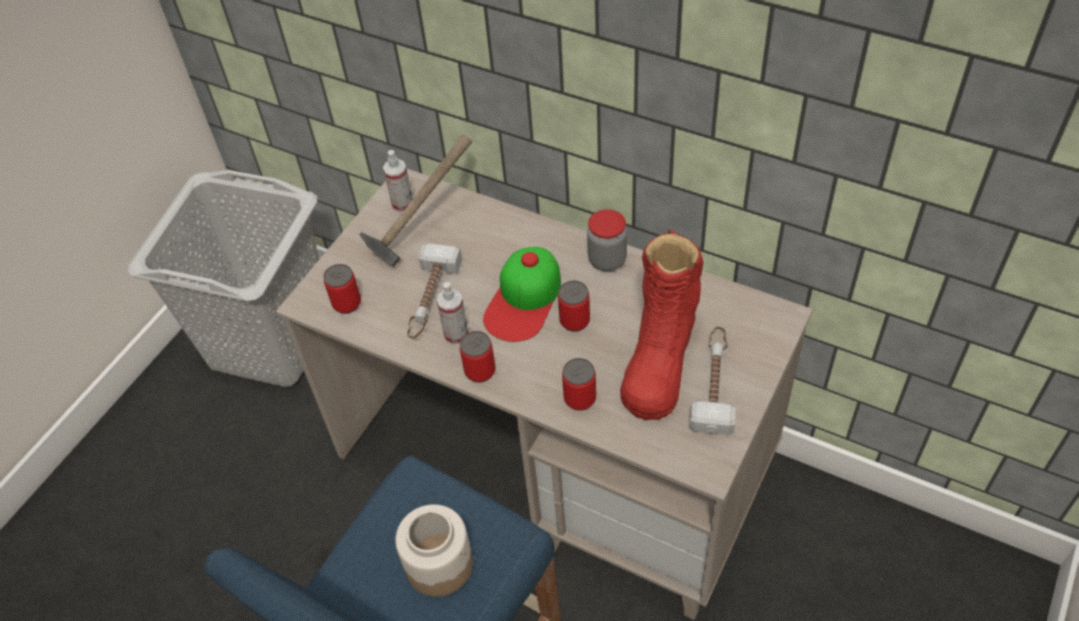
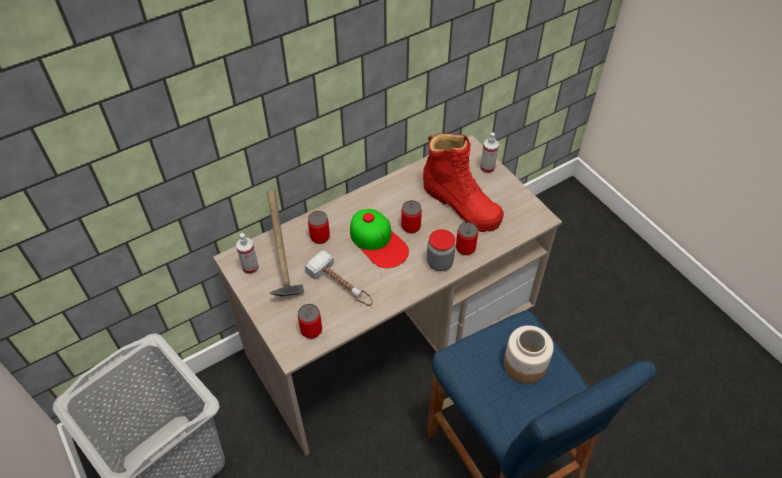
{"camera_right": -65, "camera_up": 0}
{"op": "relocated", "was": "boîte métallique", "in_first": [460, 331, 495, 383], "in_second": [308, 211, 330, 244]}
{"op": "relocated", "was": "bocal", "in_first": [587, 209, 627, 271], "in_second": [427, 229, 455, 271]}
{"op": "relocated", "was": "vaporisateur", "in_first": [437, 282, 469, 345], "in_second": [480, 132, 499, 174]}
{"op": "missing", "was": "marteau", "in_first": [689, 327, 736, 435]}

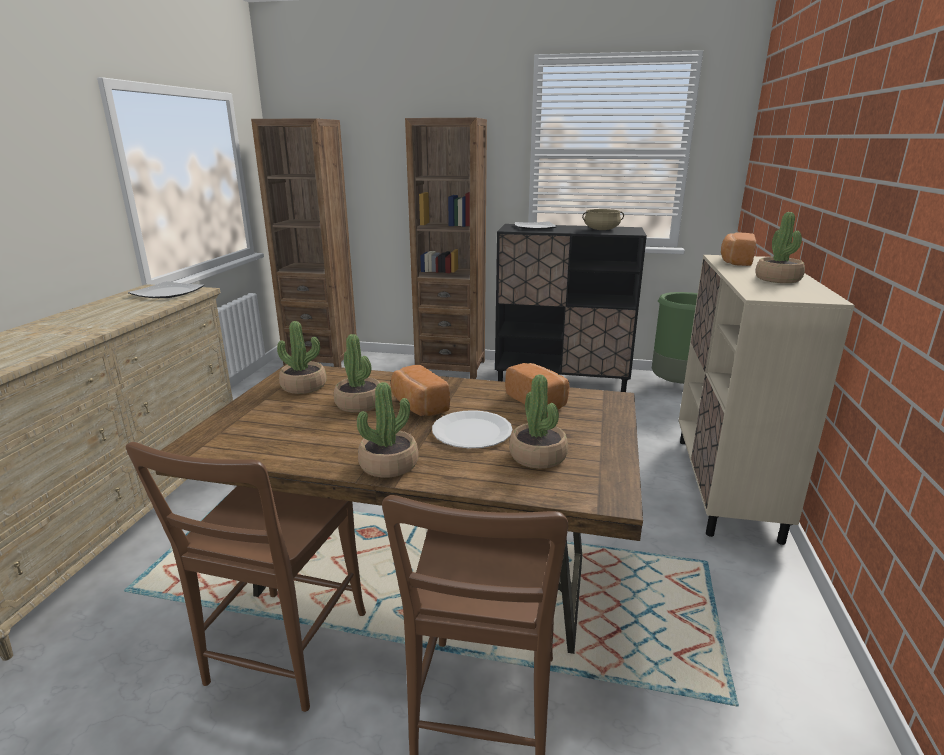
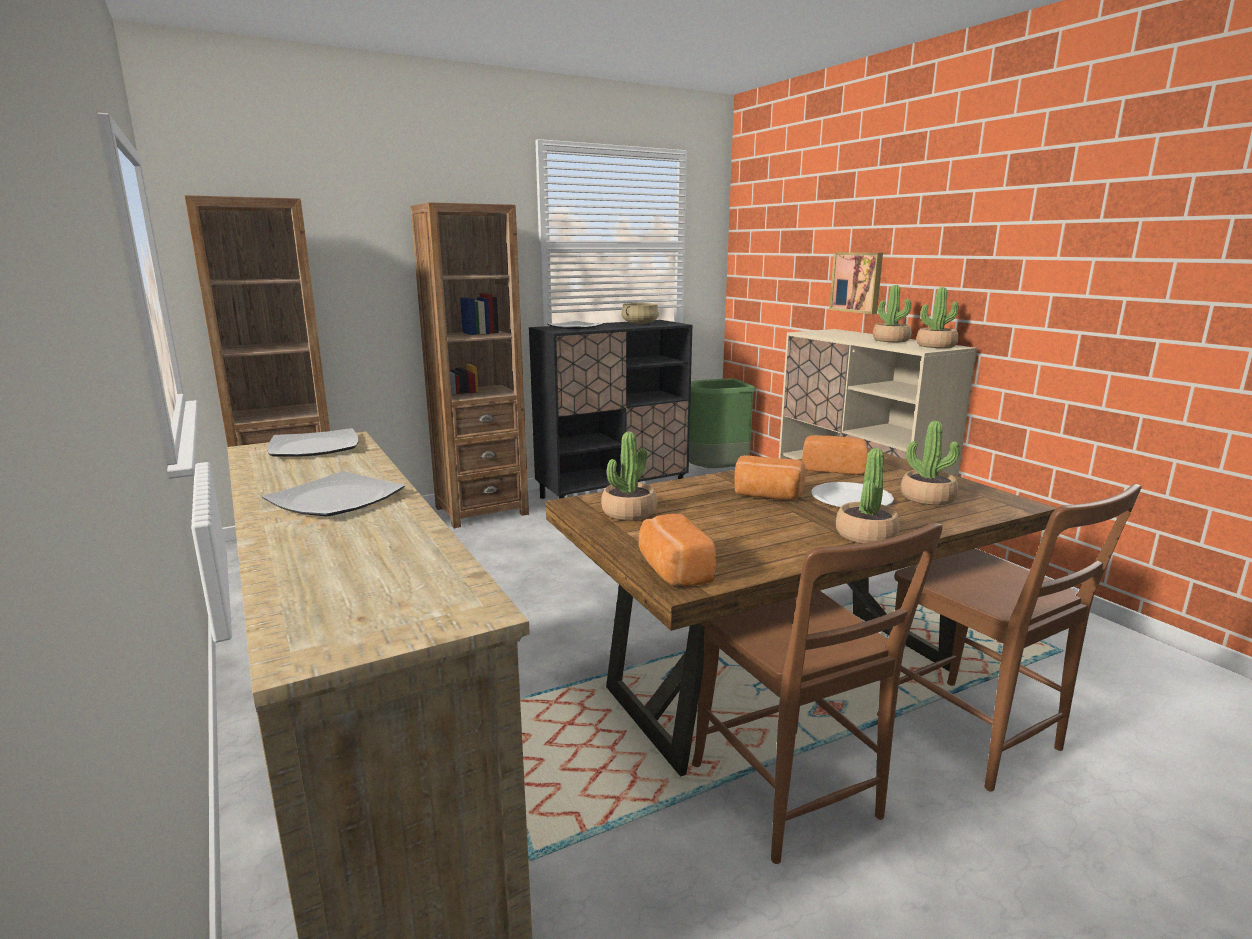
{"camera_right": -40, "camera_up": -5}
{"op": "appeared", "now": "assiette", "in_second": [262, 471, 405, 516]}
{"op": "relocated", "was": "pain", "in_first": [721, 232, 756, 266], "in_second": [639, 514, 716, 586]}
{"op": "appeared", "now": "tableau", "in_second": [829, 252, 883, 314]}
{"op": "relocated", "was": "plante en pot", "in_first": [334, 334, 380, 413], "in_second": [916, 287, 959, 348]}

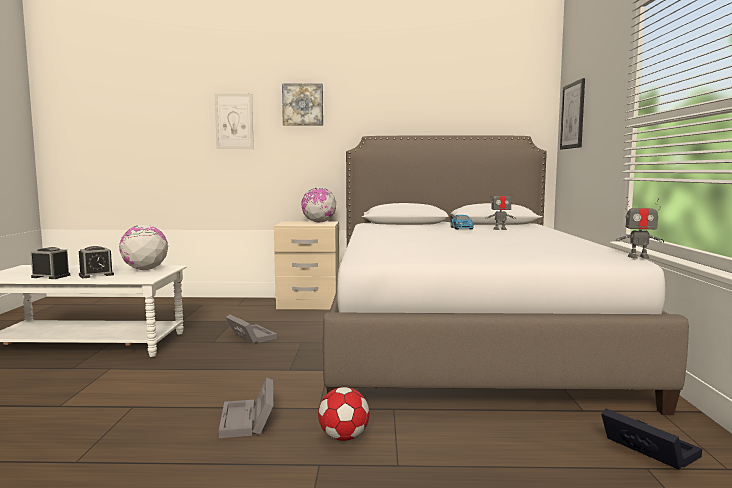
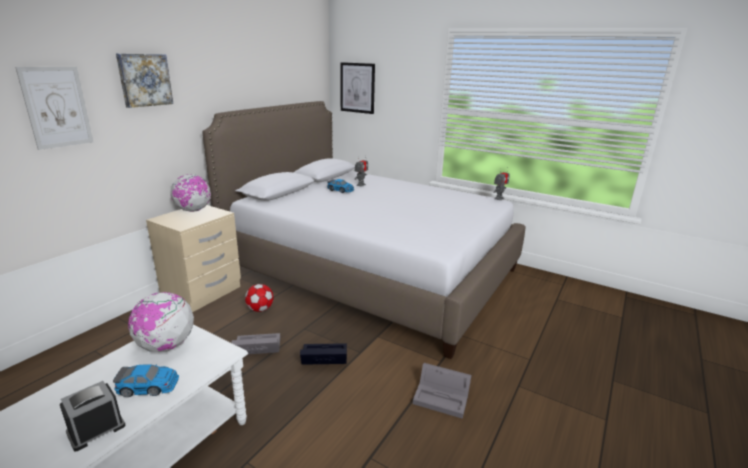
{"camera_right": -60, "camera_up": 15}
{"op": "exchanged", "was": "réveil", "now": "petite voiture", "in_first": [79, 246, 114, 278], "in_second": [113, 364, 179, 397]}
{"op": "relocated", "was": "ballon de foot", "in_first": [318, 387, 369, 441], "in_second": [245, 284, 274, 312]}
{"op": "relocated", "was": "boîte de rangement [noir]", "in_first": [601, 409, 702, 470], "in_second": [300, 343, 347, 365]}

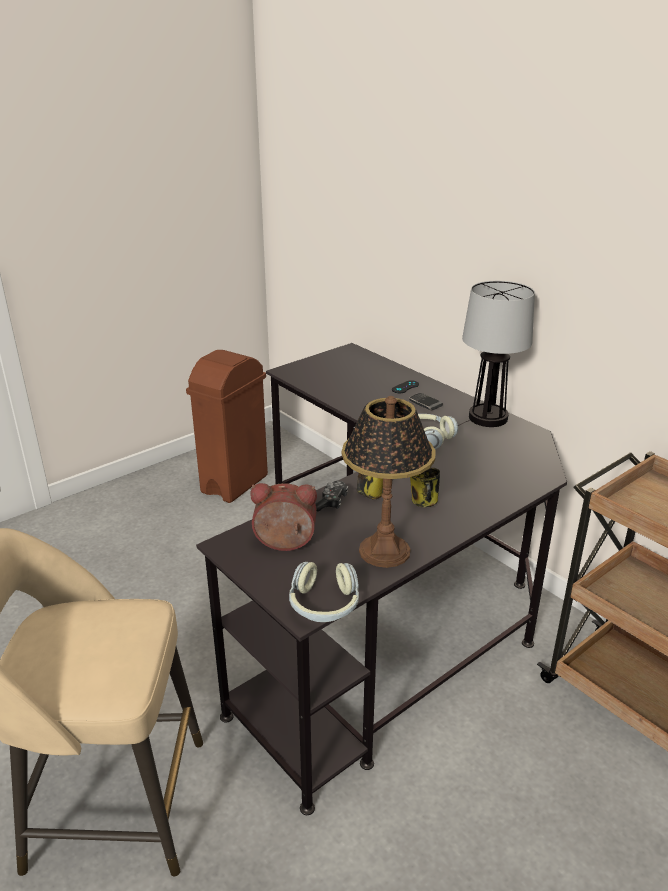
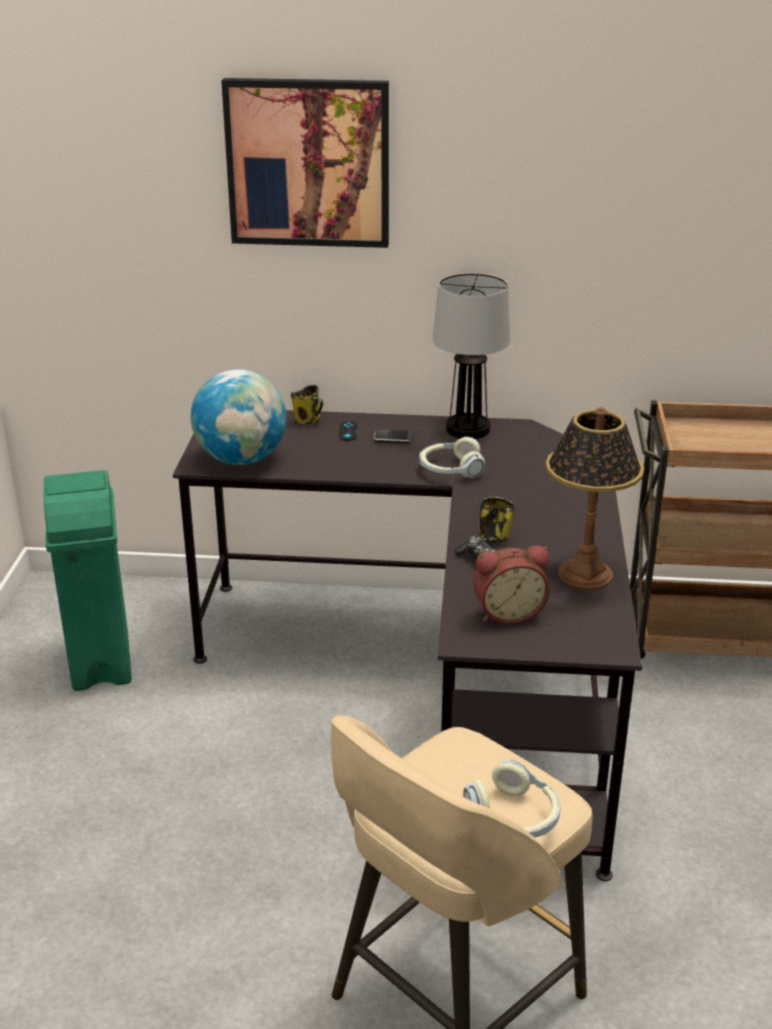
{"camera_right": -45, "camera_up": 0}
{"op": "colour", "was": "poubelle [marron]", "now": "poubelle [vert]", "in_first": [186, 350, 268, 503], "in_second": [43, 470, 132, 691]}
{"op": "appeared", "now": "globe", "in_second": [191, 369, 287, 465]}
{"op": "appeared", "now": "tableau", "in_second": [221, 78, 389, 248]}
{"op": "relocated", "was": "mug", "in_first": [410, 468, 440, 507], "in_second": [291, 385, 323, 425]}
{"op": "relocated", "was": "casque audio", "in_first": [289, 562, 359, 622], "in_second": [463, 760, 561, 837]}
{"op": "spun", "was": "réveil", "in_first": [251, 483, 317, 551], "in_second": [473, 546, 550, 625], "clockwise": -150}

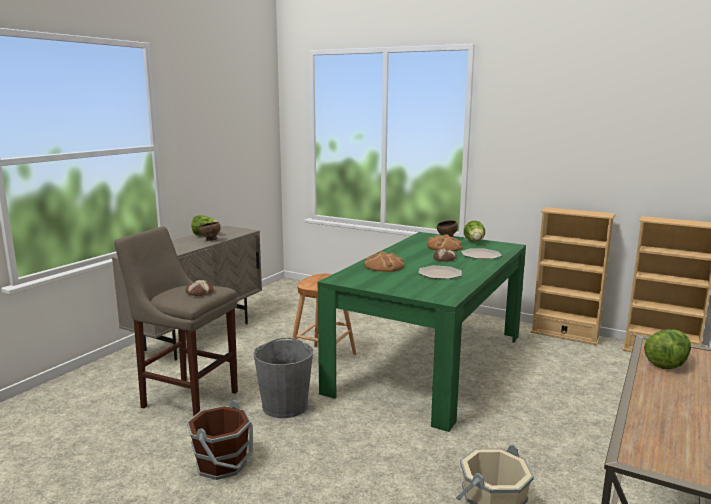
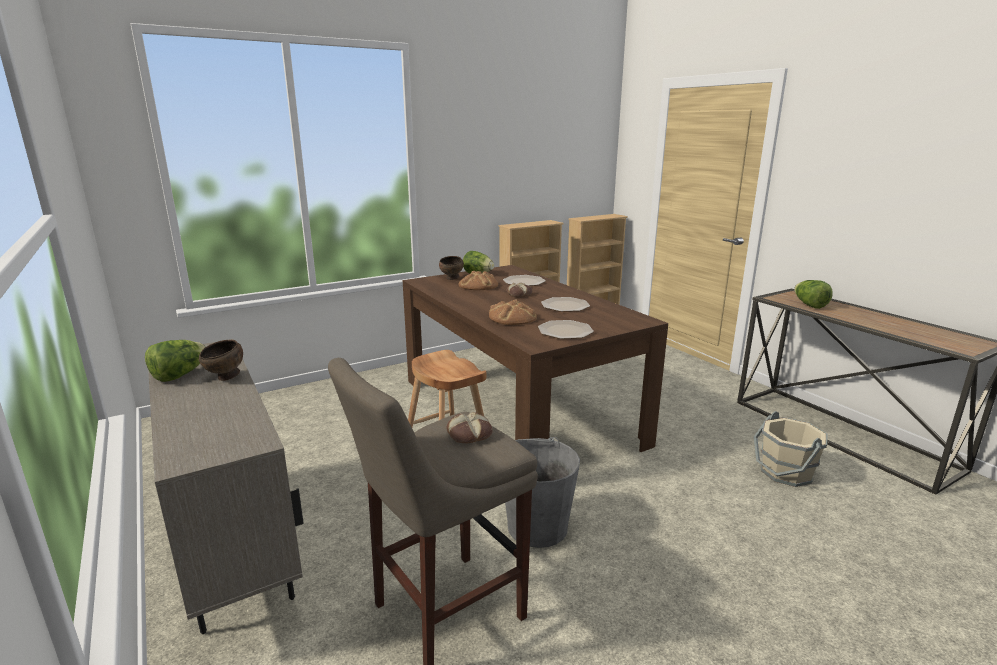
{"camera_right": -60, "camera_up": 5}
{"op": "colour", "was": "table à manger [vert]", "now": "table à manger [marron]", "in_first": [318, 232, 526, 432], "in_second": [403, 265, 668, 452]}
{"op": "appeared", "now": "assiette", "in_second": [538, 320, 594, 339]}
{"op": "missing", "was": "seau [marron]", "in_first": [187, 400, 253, 480]}

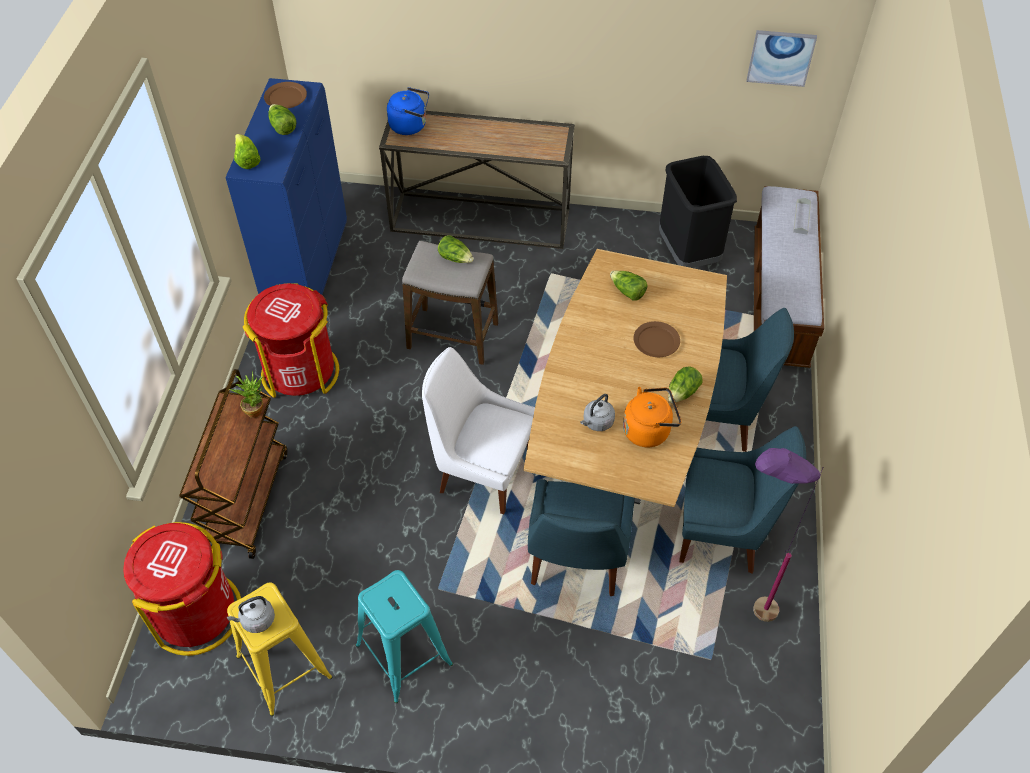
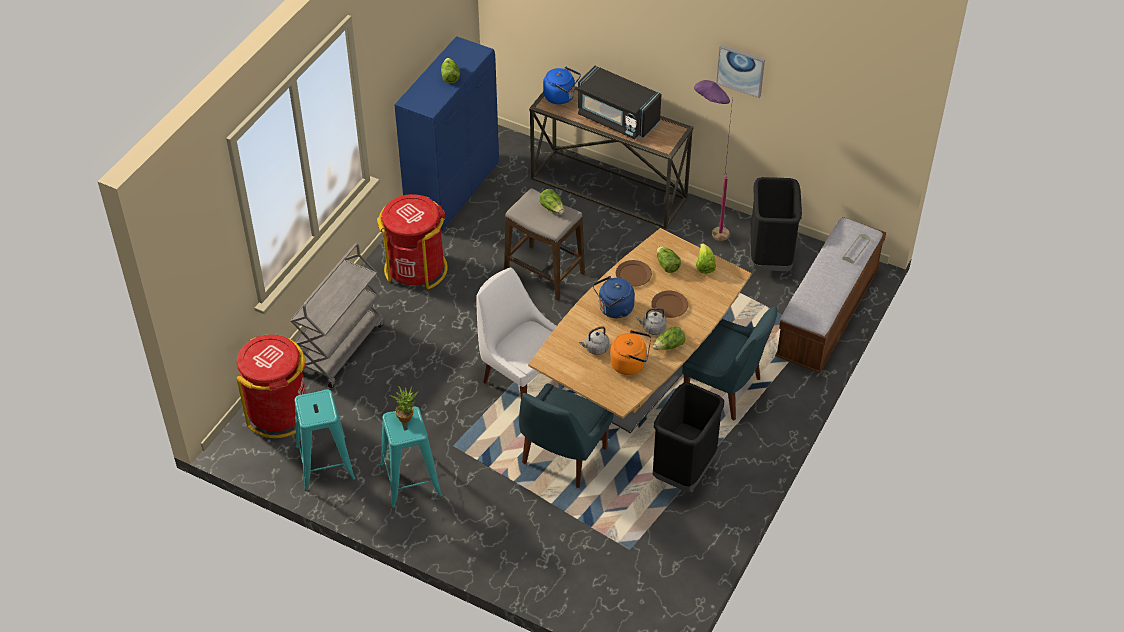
{"camera_right": 20, "camera_up": -5}
{"op": "colour", "was": "chariot [marron]", "now": "chariot [gris]", "in_first": [179, 369, 287, 559], "in_second": [290, 243, 384, 388]}
{"op": "colour", "was": "tabouret [jaune]", "now": "tabouret [turquoise]", "in_first": [227, 583, 332, 716], "in_second": [295, 390, 356, 491]}
{"op": "relocated", "was": "plante en pot", "in_first": [229, 371, 263, 418], "in_second": [389, 386, 418, 423]}
{"op": "appeared", "now": "micro-ondes [noir]", "in_second": [578, 66, 661, 139]}
{"op": "appeared", "now": "bouilloire [bleu]", "in_second": [593, 276, 635, 318]}
{"op": "relocated", "was": "assiette [marron]", "in_first": [264, 82, 307, 109], "in_second": [616, 260, 652, 287]}
{"op": "relocated", "was": "bouilloire [gris]", "in_first": [227, 596, 275, 633], "in_second": [636, 308, 667, 335]}
{"op": "exchanged", "was": "chaise [bleu]", "now": "poubelle [noir]", "in_first": [679, 426, 806, 574], "in_second": [653, 382, 724, 492]}
{"op": "relocated", "was": "lampadaire [violet]", "in_first": [753, 448, 823, 622], "in_second": [694, 80, 733, 241]}
{"op": "relocated", "was": "laitue", "in_first": [234, 134, 261, 169], "in_second": [696, 243, 716, 274]}
{"op": "relocated", "was": "tableau", "in_first": [747, 30, 817, 87], "in_second": [716, 45, 765, 98]}

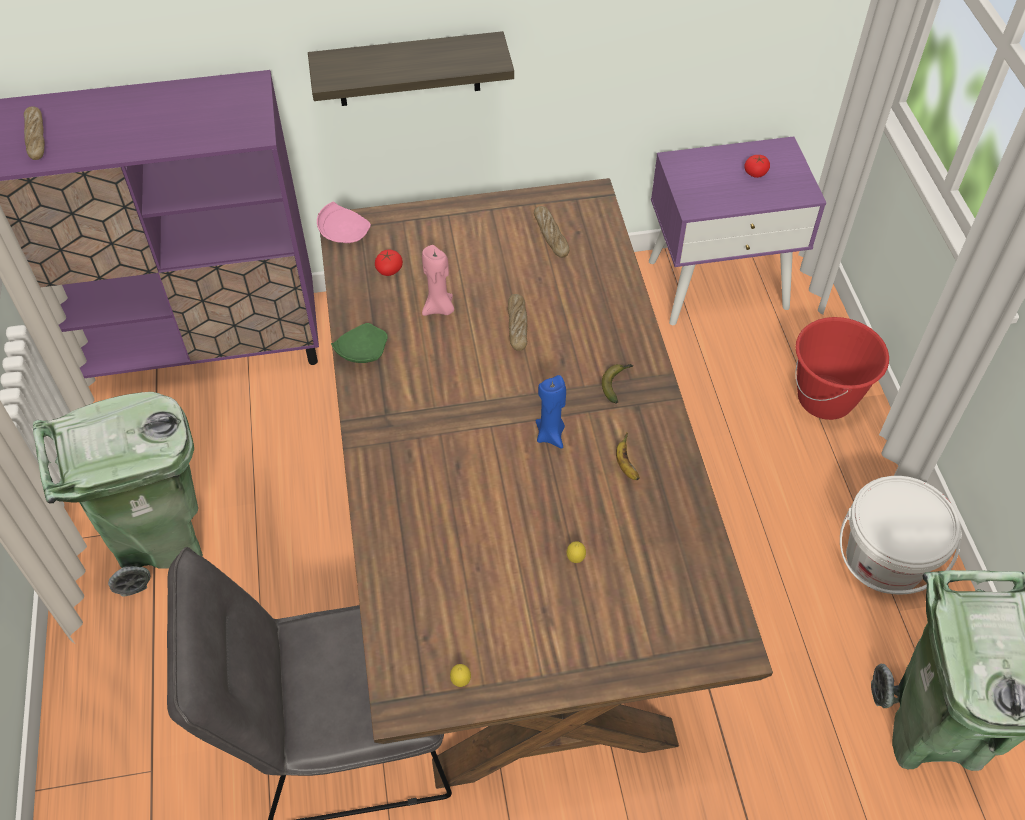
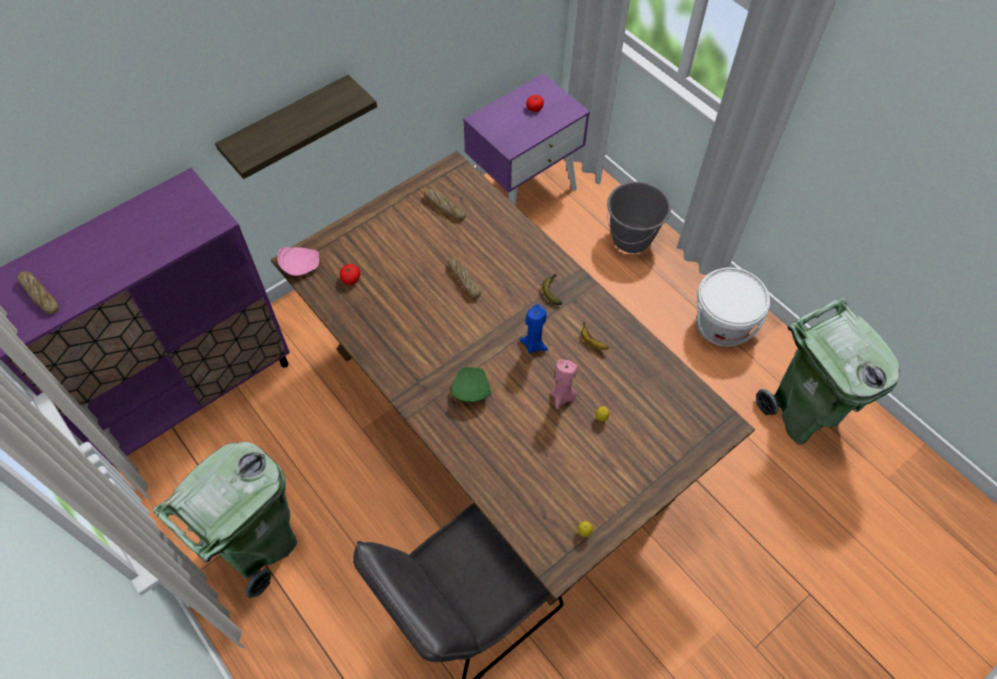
{"camera_right": -30, "camera_up": 5}
{"op": "relocated", "was": "assiette [vert]", "in_first": [331, 323, 388, 363], "in_second": [451, 367, 491, 402]}
{"op": "relocated", "was": "bougie [rose]", "in_first": [422, 245, 454, 316], "in_second": [551, 359, 577, 409]}
{"op": "colour", "was": "seau [rouge]", "now": "seau [gris]", "in_first": [795, 317, 889, 420], "in_second": [607, 182, 671, 253]}

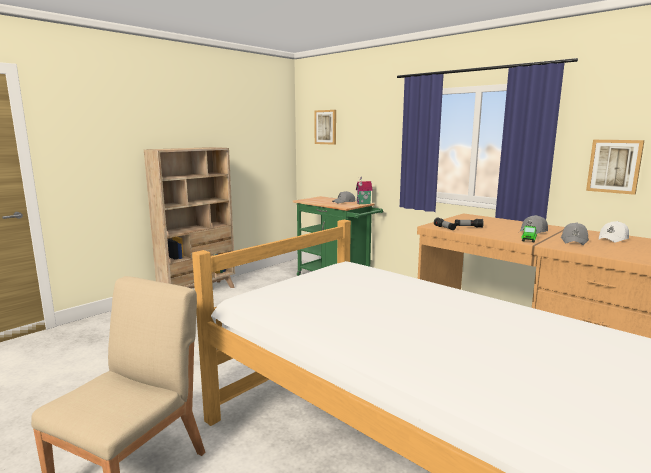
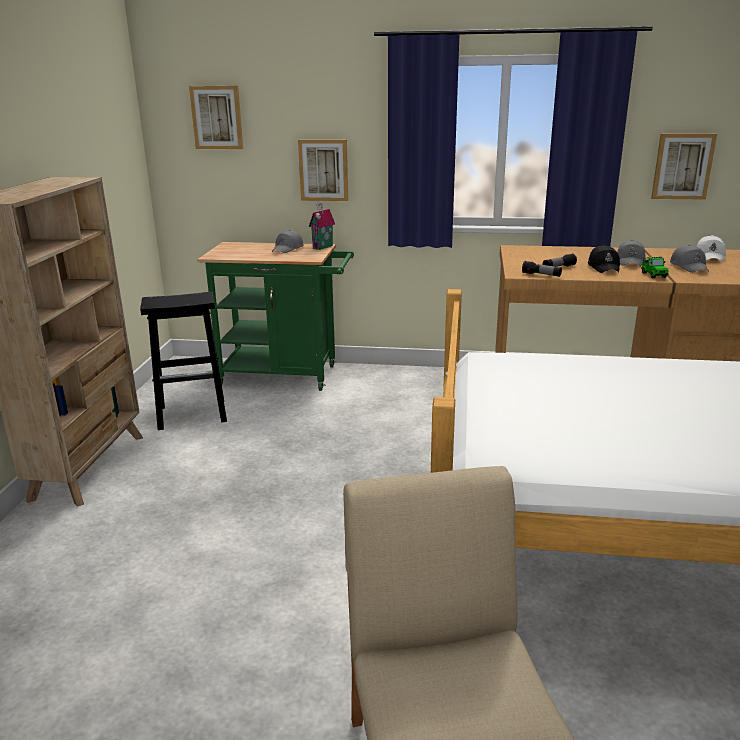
{"camera_right": -35, "camera_up": 10}
{"op": "appeared", "now": "tabouret [noir]", "in_second": [140, 292, 227, 430]}
{"op": "appeared", "now": "tableau", "in_second": [298, 140, 348, 201]}
{"op": "appeared", "now": "casquette [noir]", "in_second": [588, 245, 620, 273]}

